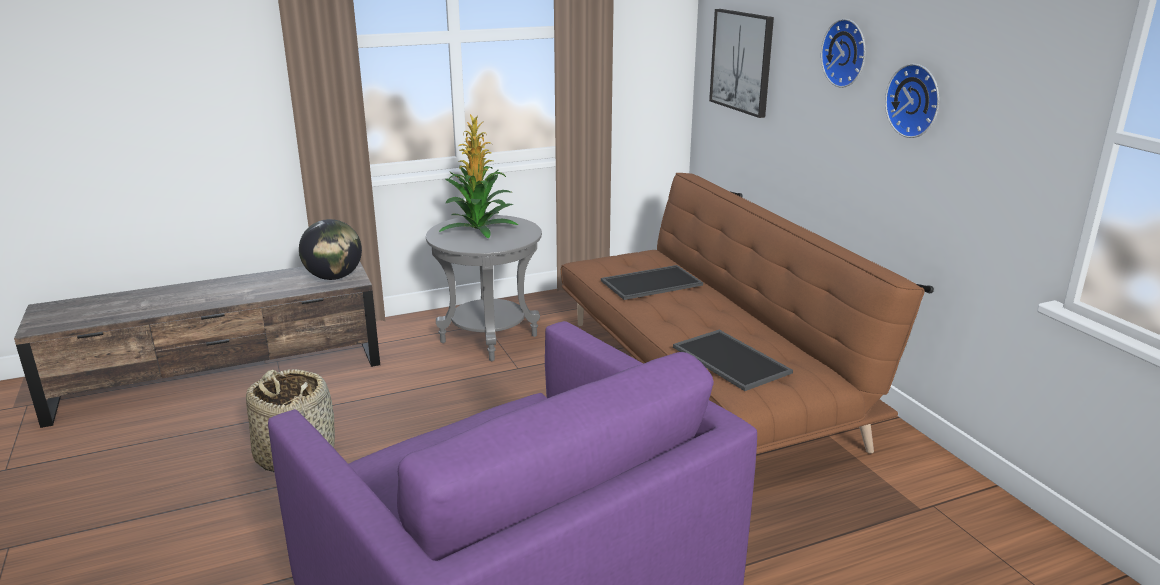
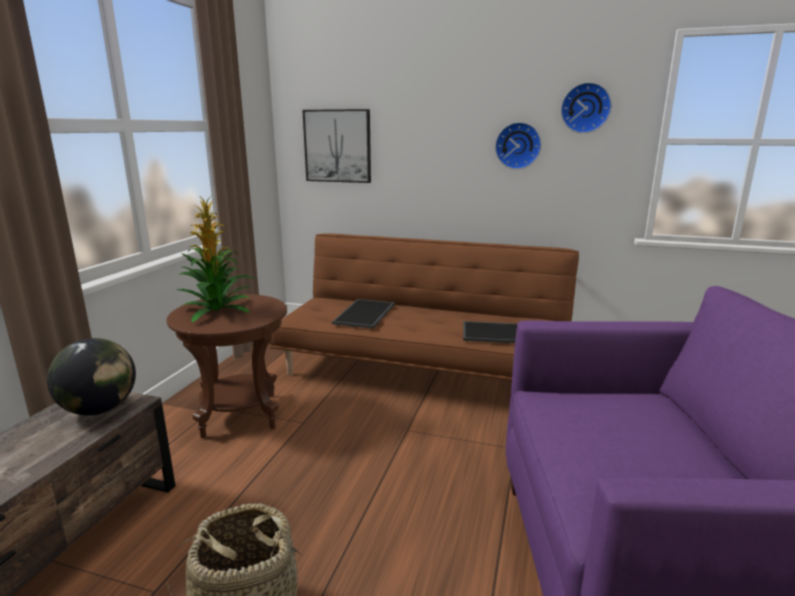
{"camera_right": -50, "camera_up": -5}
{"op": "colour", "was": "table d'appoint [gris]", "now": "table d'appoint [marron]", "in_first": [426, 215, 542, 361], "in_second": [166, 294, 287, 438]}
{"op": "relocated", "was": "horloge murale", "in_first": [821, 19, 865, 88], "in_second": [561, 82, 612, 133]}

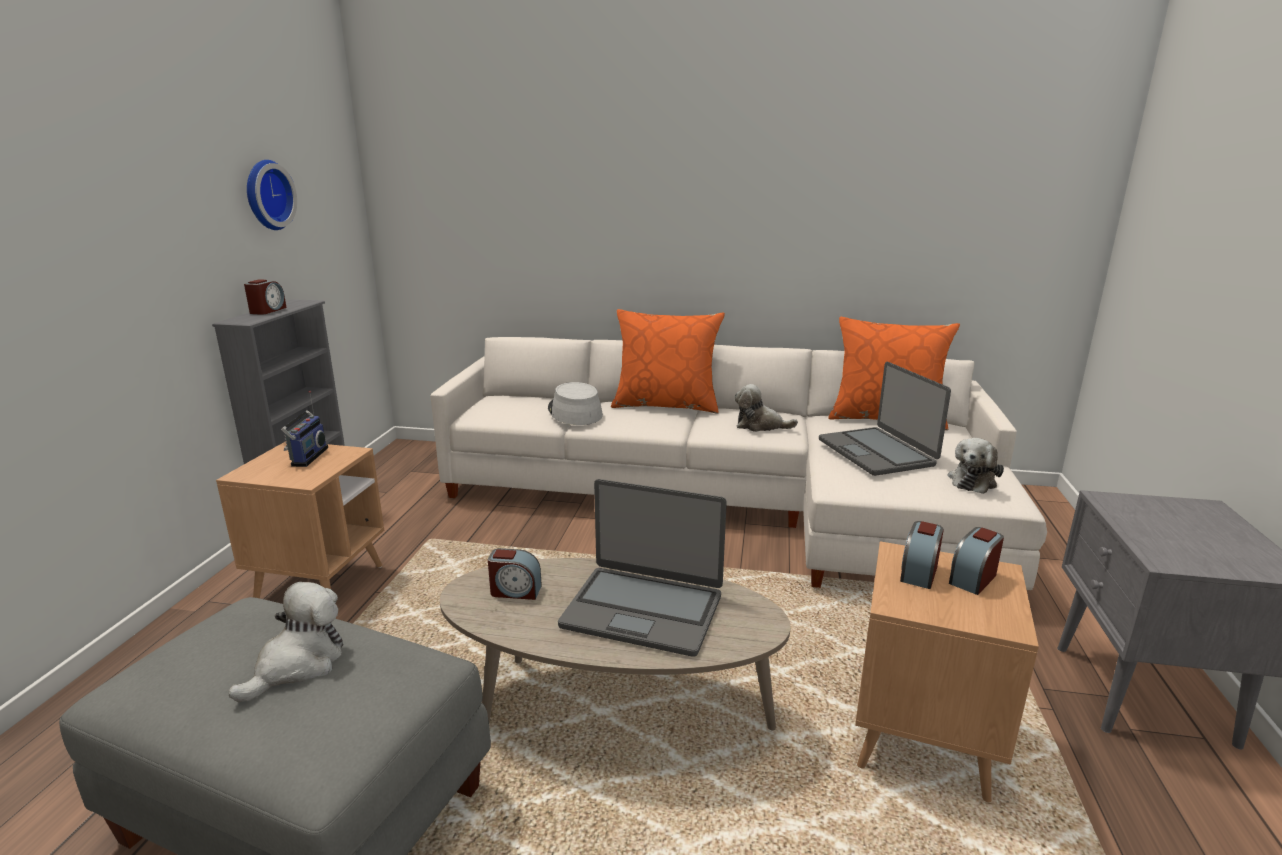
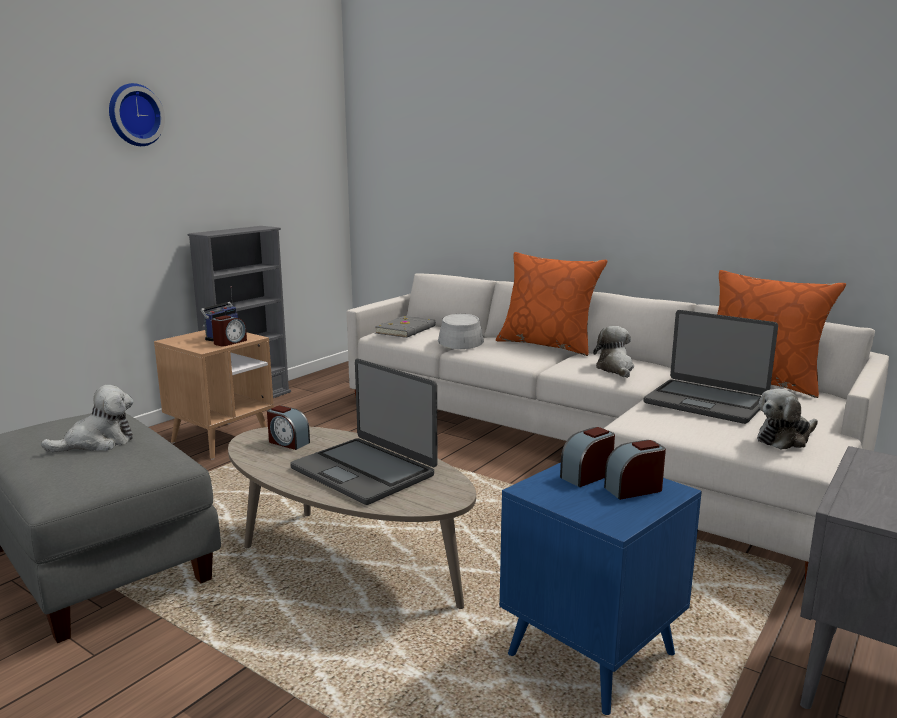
{"camera_right": 25, "camera_up": -5}
{"op": "relocated", "was": "horloge murale", "in_first": [247, 160, 297, 230], "in_second": [109, 83, 165, 146]}
{"op": "relocated", "was": "réveil", "in_first": [244, 279, 287, 315], "in_second": [212, 315, 247, 346]}
{"op": "appeared", "now": "livre [gris]", "in_second": [375, 316, 436, 338]}
{"op": "colour", "was": "table d'appoint [marron]", "now": "table d'appoint [bleu]", "in_first": [855, 541, 1039, 802], "in_second": [499, 462, 702, 715]}
{"op": "spun", "was": "peluche", "in_first": [735, 384, 798, 432], "in_second": [593, 326, 634, 378], "clockwise": 45}
{"op": "spun", "was": "ordinateur portable", "in_first": [819, 362, 951, 476], "in_second": [643, 310, 778, 424], "clockwise": -60}

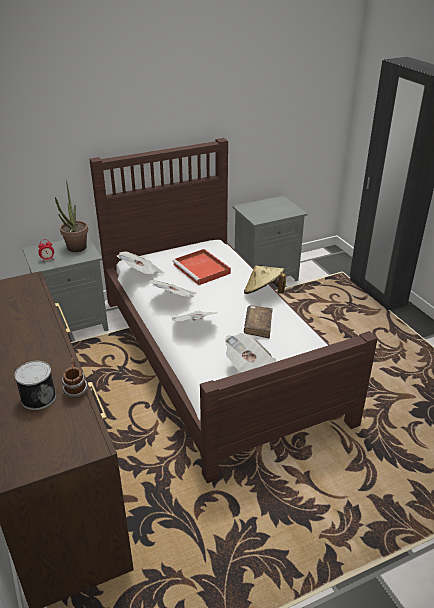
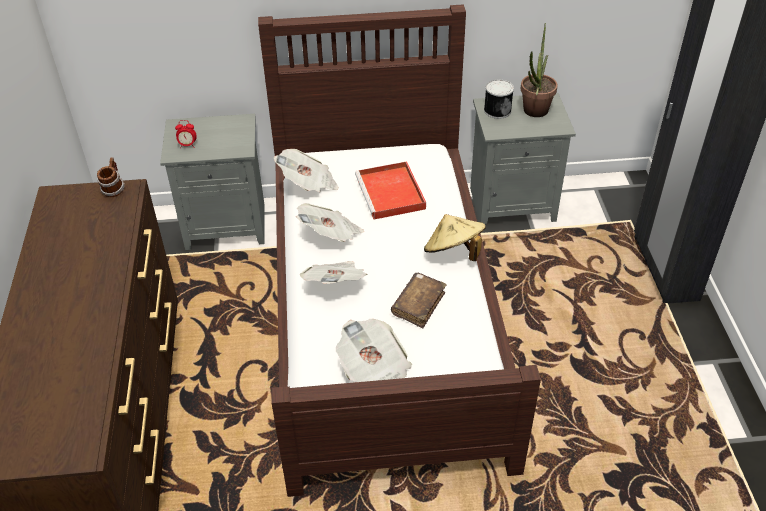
{"camera_right": 20, "camera_up": 10}
{"op": "relocated", "was": "mug", "in_first": [61, 358, 88, 398], "in_second": [97, 157, 125, 197]}
{"op": "relocated", "was": "boîte métallique", "in_first": [14, 361, 56, 410], "in_second": [484, 80, 514, 119]}
{"op": "relocated", "was": "plante en pot", "in_first": [55, 180, 88, 252], "in_second": [521, 23, 558, 117]}

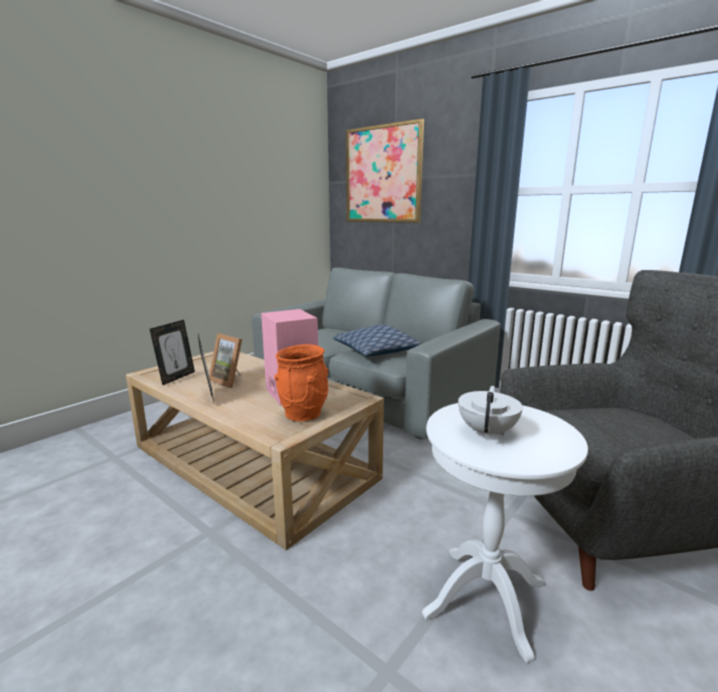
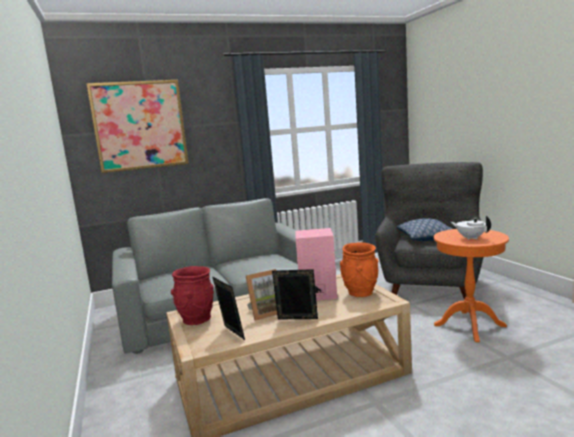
{"camera_right": -60, "camera_up": -5}
{"op": "appeared", "now": "vase [rouge]", "in_second": [171, 266, 214, 325]}
{"op": "relocated", "was": "coussin", "in_first": [333, 325, 422, 357], "in_second": [397, 218, 453, 241]}
{"op": "colour", "was": "table d'appoint [blanc]", "now": "table d'appoint [orange]", "in_first": [422, 403, 588, 663], "in_second": [434, 229, 509, 342]}

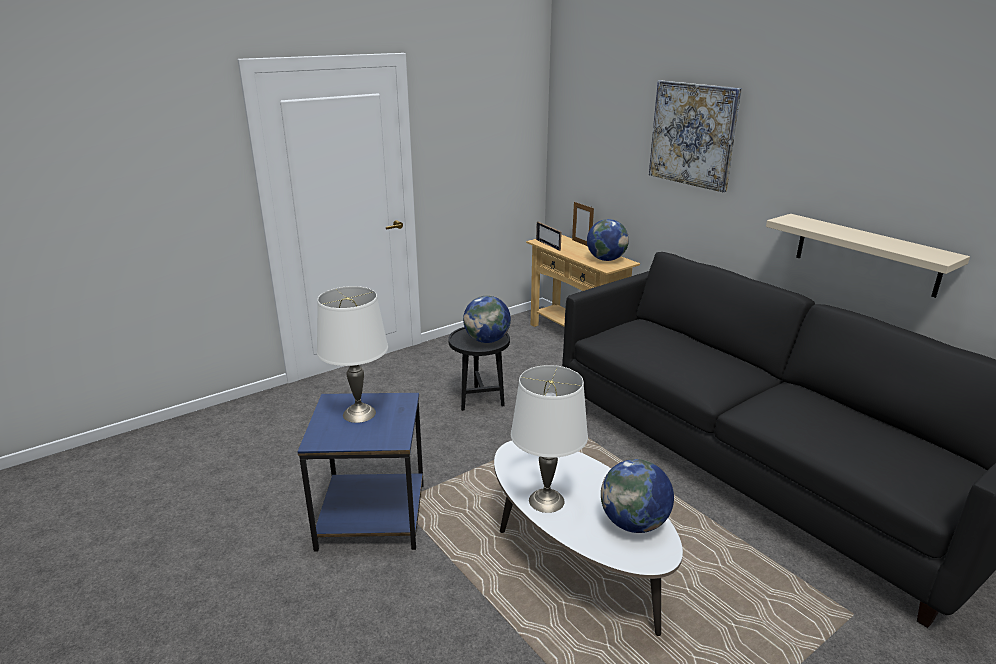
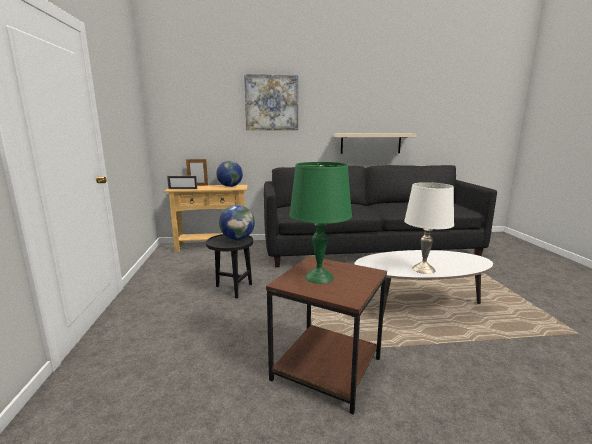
{"camera_right": -60, "camera_up": -10}
{"op": "colour", "was": "table d'appoint [bleu]", "now": "table d'appoint [marron]", "in_first": [297, 393, 424, 552], "in_second": [266, 256, 387, 414]}
{"op": "colour", "was": "lampe de table [blanc]", "now": "lampe de table [vert]", "in_first": [317, 286, 388, 423], "in_second": [289, 162, 352, 284]}
{"op": "missing", "was": "globe", "in_first": [601, 459, 674, 533]}

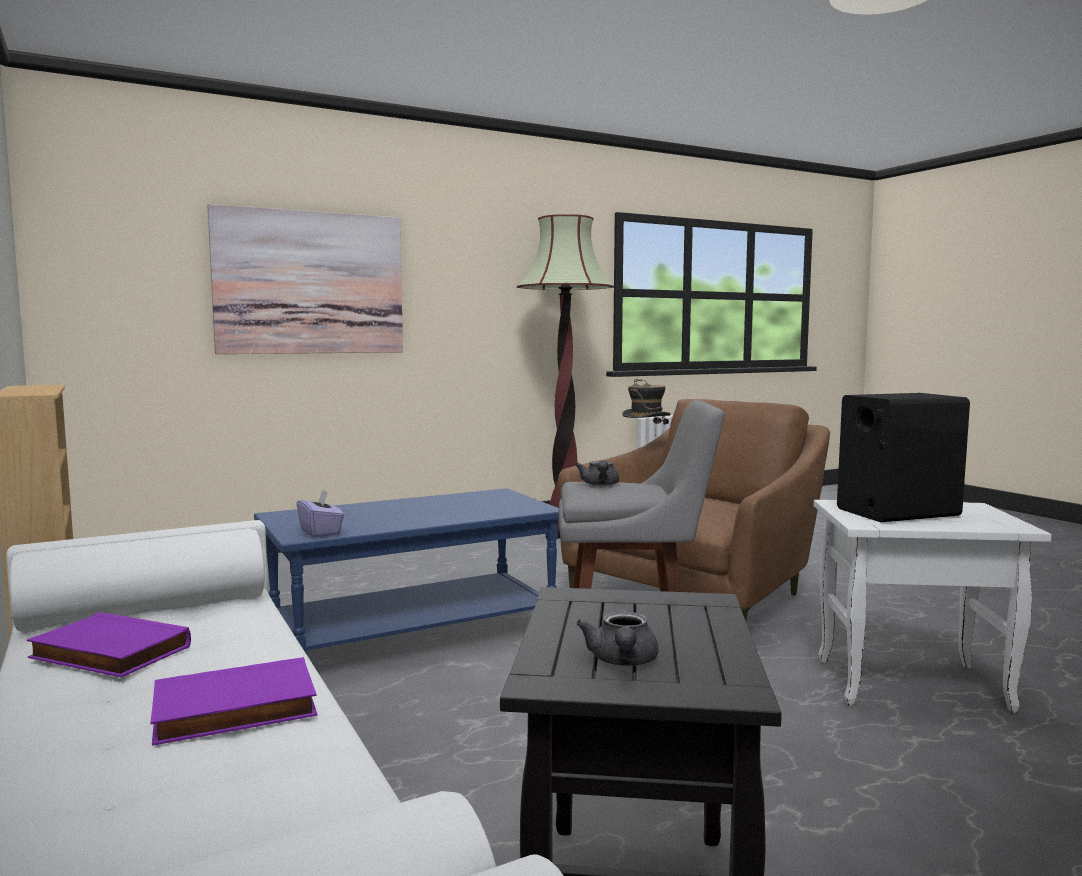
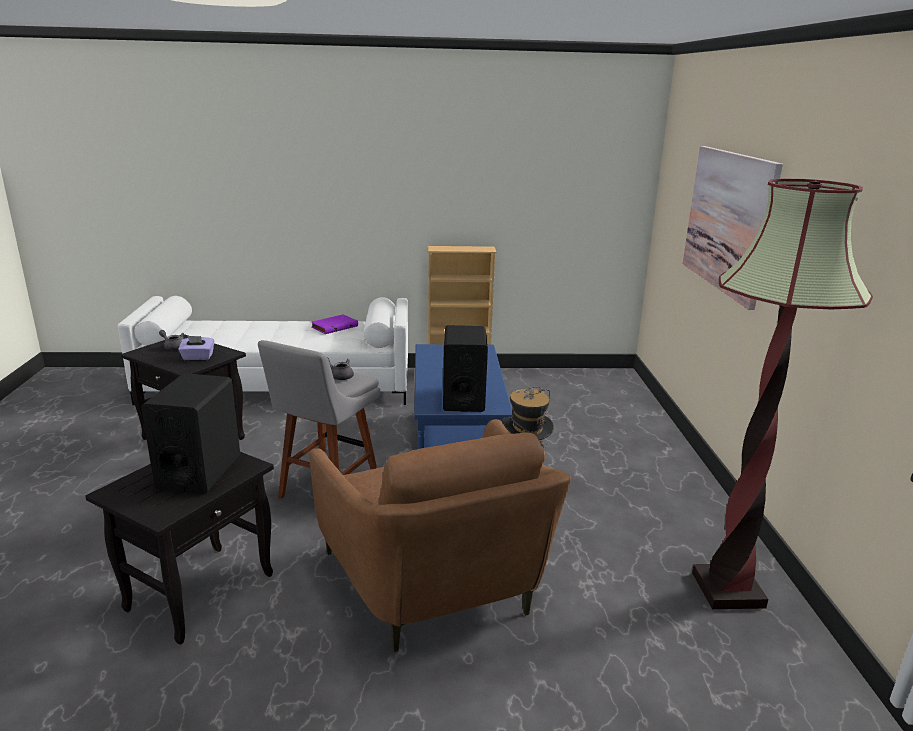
{"camera_right": 115, "camera_up": 15}
{"op": "colour", "was": "table d'appoint [blanc]", "now": "table d'appoint [noir]", "in_first": [814, 500, 1052, 713], "in_second": [85, 452, 274, 645]}
{"op": "relocated", "was": "boîte à mouchoirs [violet]", "in_first": [296, 490, 344, 538], "in_second": [178, 336, 214, 360]}
{"op": "appeared", "now": "enceinte [noir]", "in_second": [443, 325, 488, 412]}
{"op": "missing", "was": "livre [violet]", "in_first": [151, 657, 317, 746]}

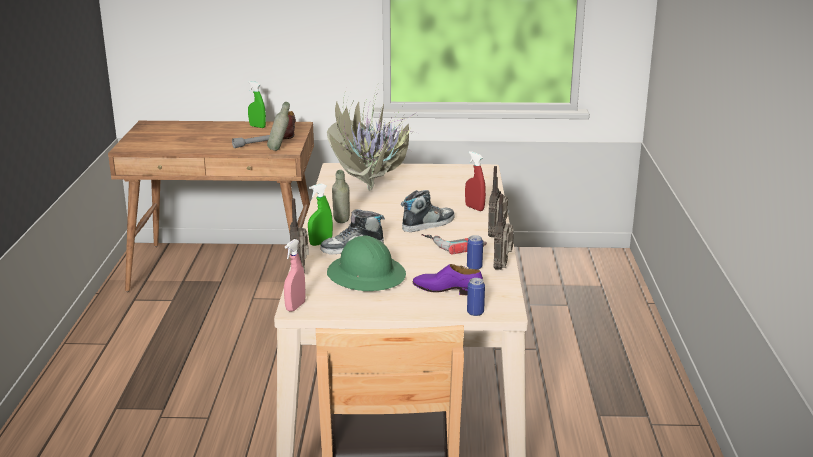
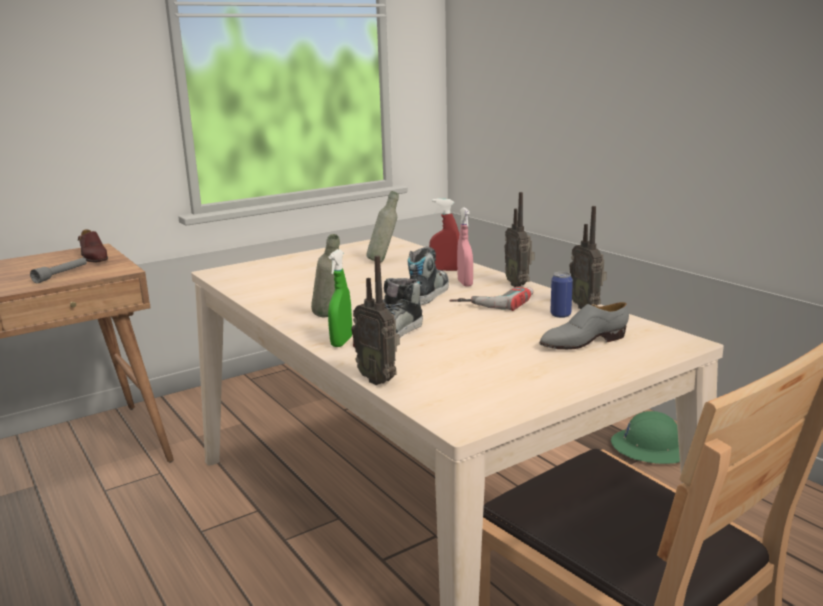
{"camera_right": -35, "camera_up": -5}
{"op": "relocated", "was": "bouteille [gris]", "in_first": [267, 102, 290, 151], "in_second": [366, 191, 399, 263]}
{"op": "relocated", "was": "vaporisateur [rose]", "in_first": [284, 239, 306, 312], "in_second": [457, 207, 473, 287]}
{"op": "colour", "was": "chaussure [violet]", "now": "chaussure [gris]", "in_first": [413, 264, 483, 295], "in_second": [539, 302, 629, 350]}
{"op": "relocated", "was": "casque de chantier [vert]", "in_first": [327, 236, 406, 291], "in_second": [611, 411, 680, 464]}
{"op": "missing", "was": "vaporisateur [vert]", "in_first": [248, 81, 266, 128]}
{"op": "missing", "was": "plante en pot", "in_first": [327, 86, 430, 194]}
{"op": "missing", "was": "boîte métallique", "in_first": [467, 278, 485, 316]}

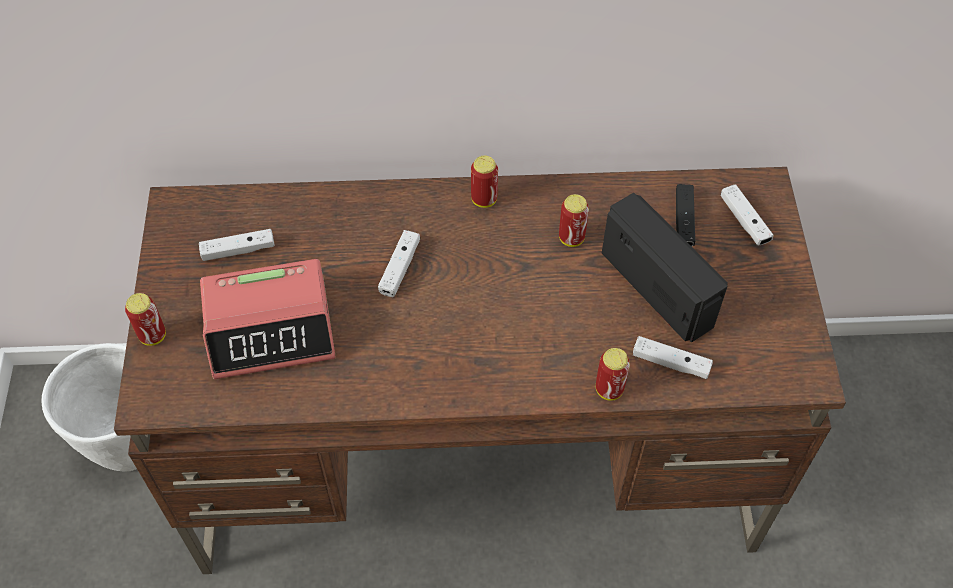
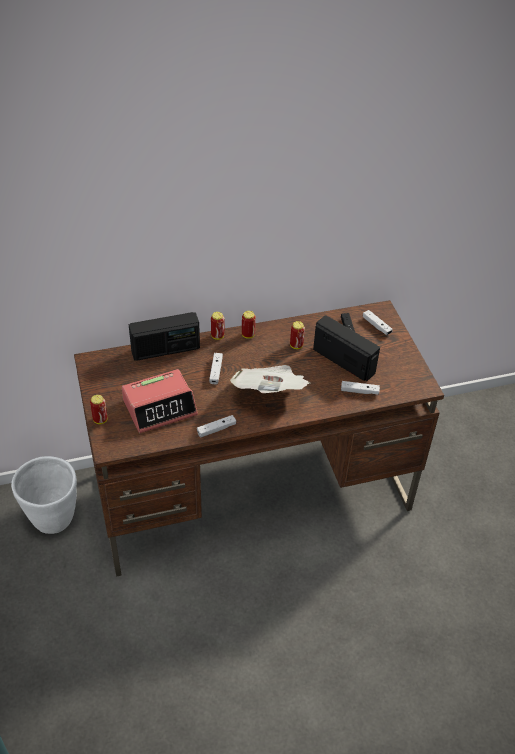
{"camera_right": -15, "camera_up": -10}
{"op": "appeared", "now": "radio", "in_second": [129, 312, 200, 361]}
{"op": "relocated", "was": "manette [blanc]", "in_first": [199, 229, 274, 261], "in_second": [197, 415, 236, 438]}
{"op": "relocated", "was": "boîte métallique", "in_first": [596, 348, 630, 401], "in_second": [211, 312, 224, 340]}
{"op": "appeared", "now": "journal", "in_second": [230, 365, 310, 393]}

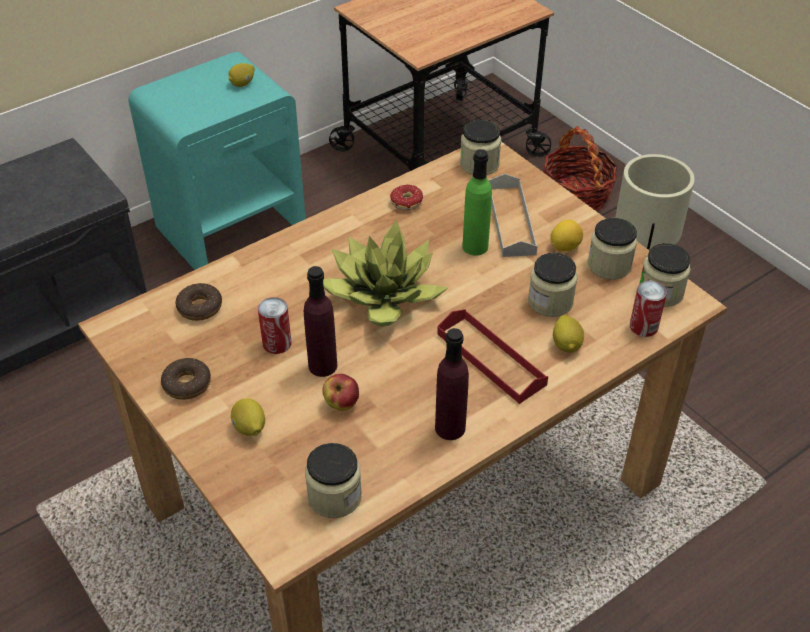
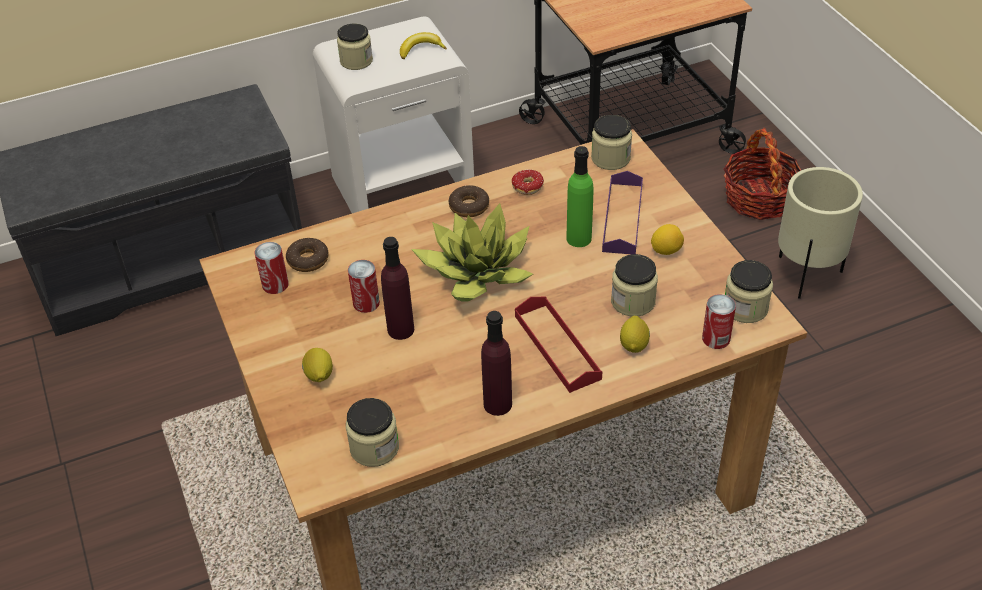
{"camera_right": 15, "camera_up": 0}
{"op": "appeared", "now": "boîte métallique", "in_second": [255, 242, 289, 294]}
{"op": "colour", "was": "table de chevet [turquoise]", "now": "table de chevet [blanc]", "in_first": [128, 52, 306, 270], "in_second": [313, 17, 474, 213]}
{"op": "relocated", "was": "bocal", "in_first": [588, 218, 637, 280], "in_second": [337, 23, 373, 70]}
{"op": "exchanged", "was": "citron", "now": "banane", "in_first": [229, 63, 255, 87], "in_second": [400, 32, 447, 59]}
{"op": "relocated", "was": "beignet", "in_first": [161, 358, 211, 400], "in_second": [449, 185, 489, 217]}
{"op": "colour", "was": "plateau [gris]", "now": "plateau [violet]", "in_first": [488, 174, 537, 257], "in_second": [602, 171, 643, 254]}
{"op": "missing", "was": "pomme", "in_first": [322, 374, 359, 411]}

